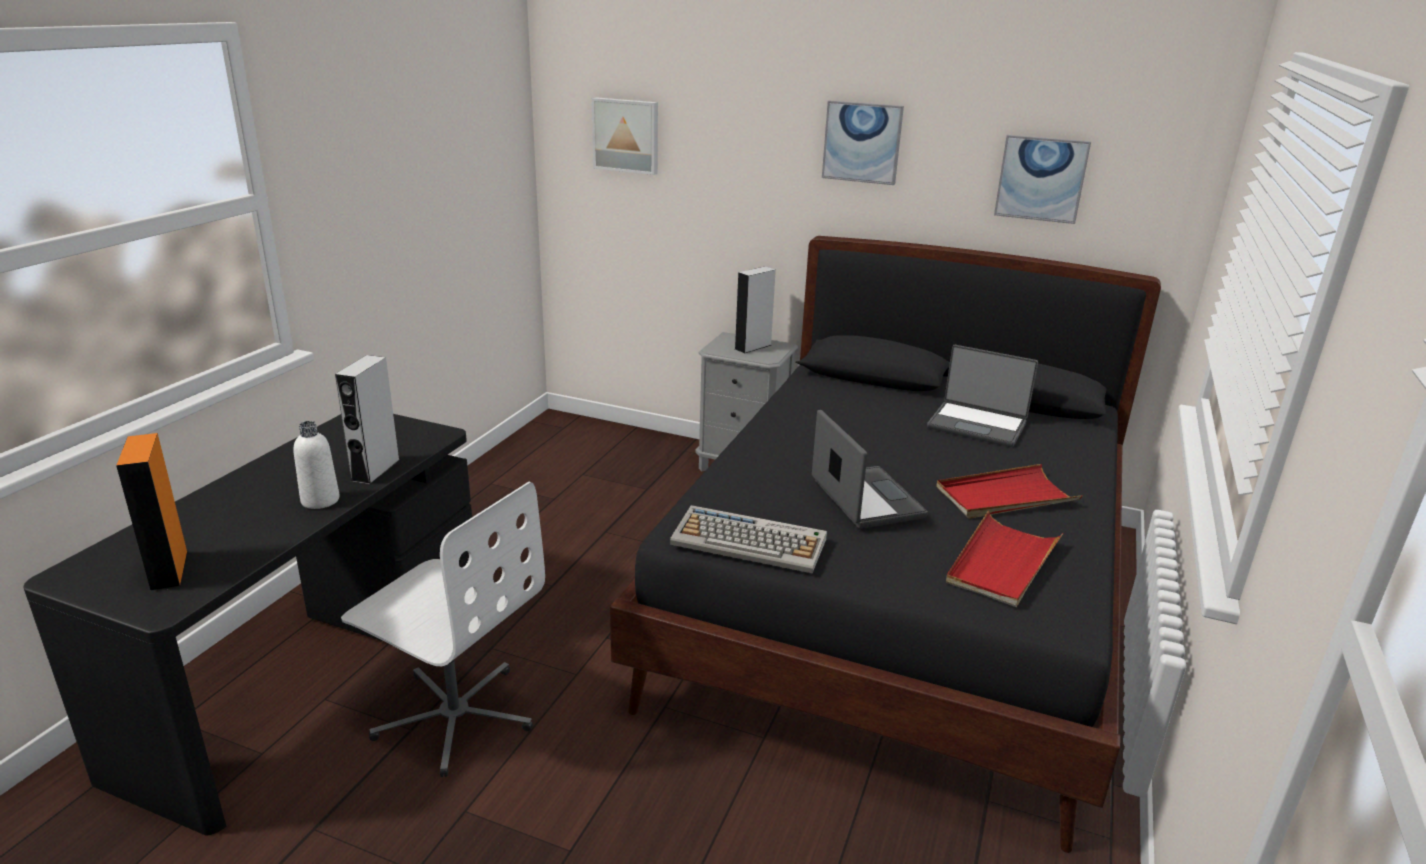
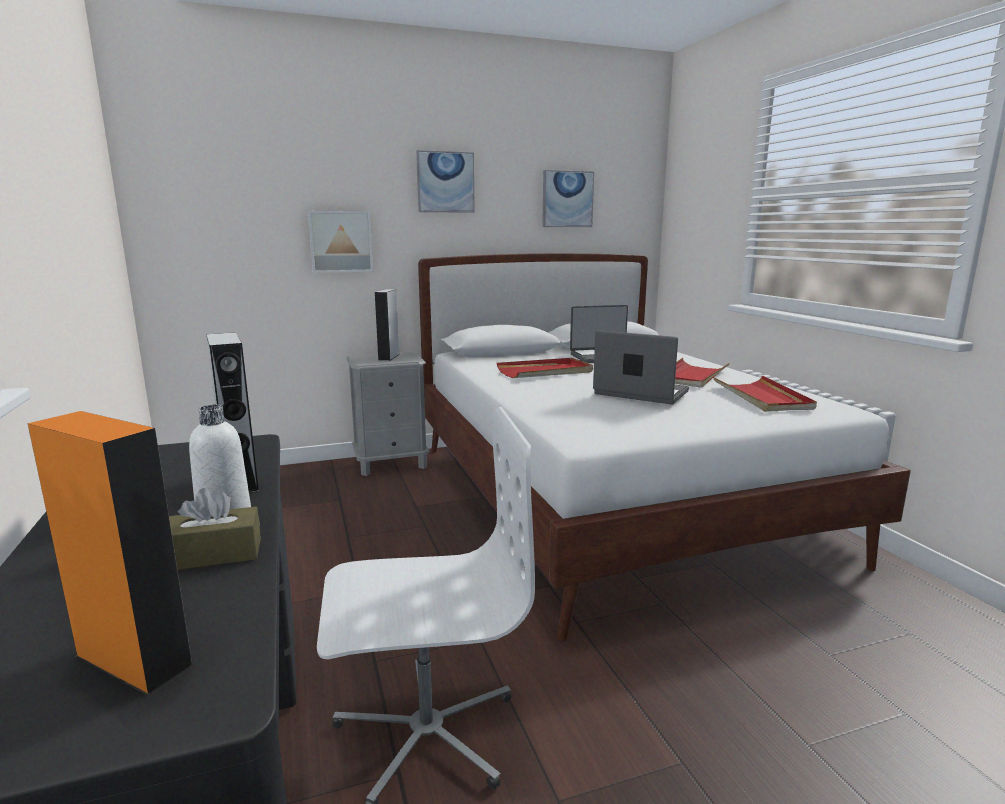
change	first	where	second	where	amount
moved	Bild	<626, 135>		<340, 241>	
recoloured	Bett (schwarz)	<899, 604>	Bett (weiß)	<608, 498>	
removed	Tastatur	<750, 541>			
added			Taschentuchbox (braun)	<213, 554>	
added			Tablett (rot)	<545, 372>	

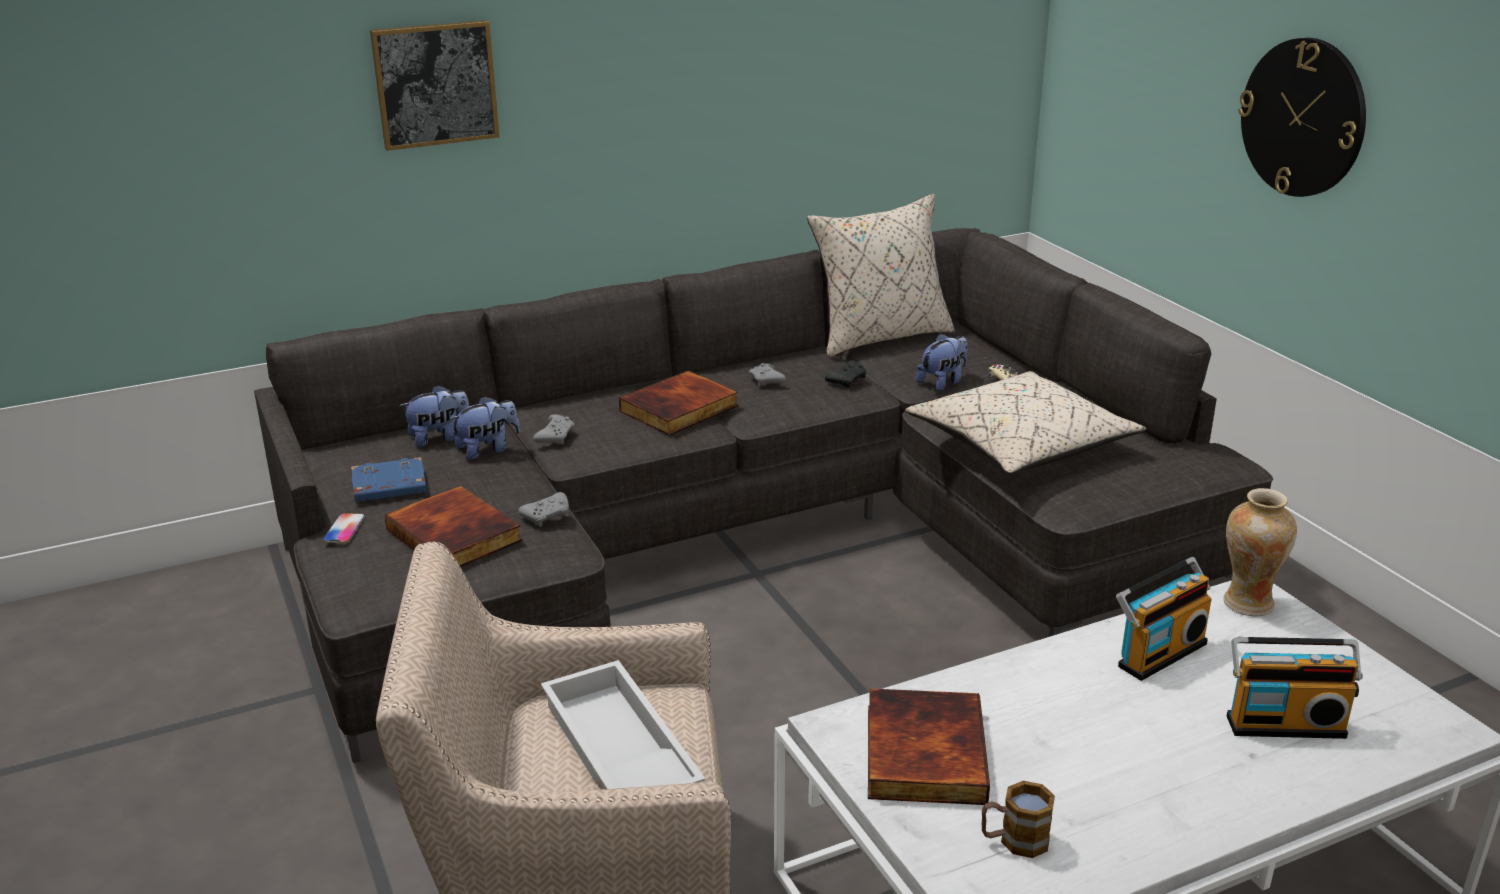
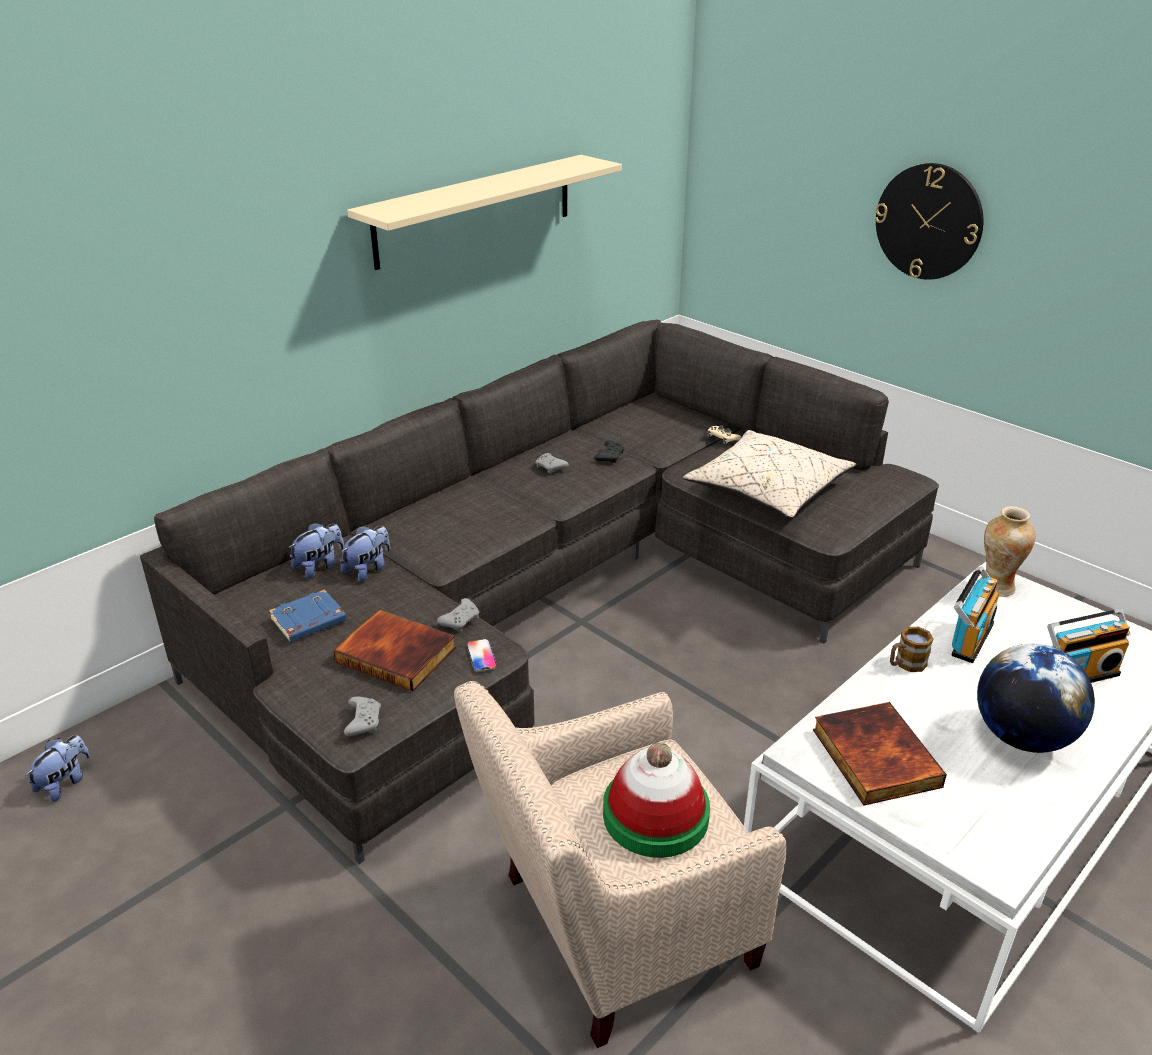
change	first	where	second	where	amount
moved	Handy	<344, 529>		<481, 656>	
removed	Bild	<435, 84>			
moved	Gamepad (grau)	<555, 436>		<363, 721>	
replaced	Tablett (weiß)	<616, 751>	Hut	<655, 815>	
removed	Buch	<680, 409>			
removed	Kissen (beige)	<879, 336>			
moved	Plüschtier	<943, 382>		<65, 783>	
moved	Henkelbecher	<1014, 841>		<905, 664>	
added			Wandregal (beige)	<475, 210>	
added			Globus	<1022, 737>	

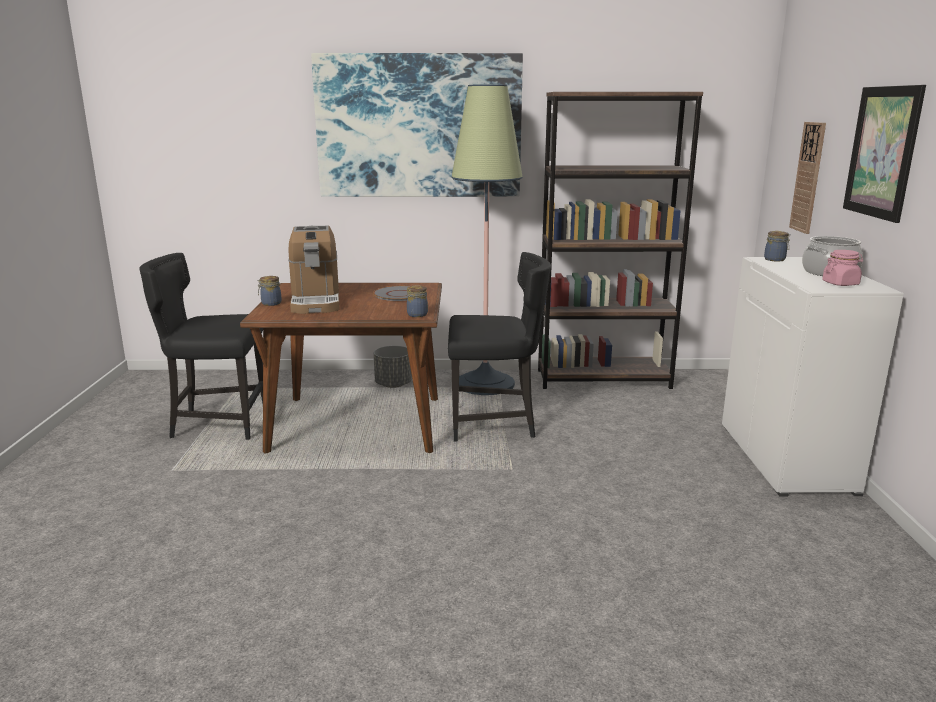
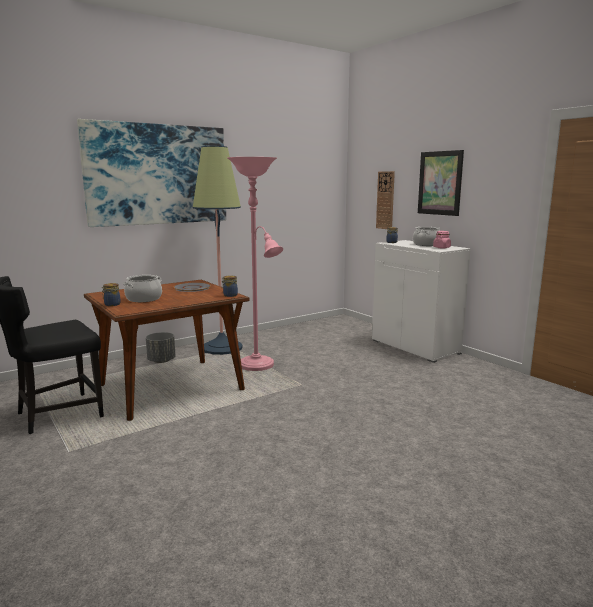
change	first	where	second	where	amount
replaced	Kaffeemaschine	<316, 301>	Kochtopf	<144, 299>	
replaced	Stuhl (schwarz)	<494, 424>	Stehlampe (rosa)	<259, 366>	
removed	Bücherregal (braun)	<603, 379>			

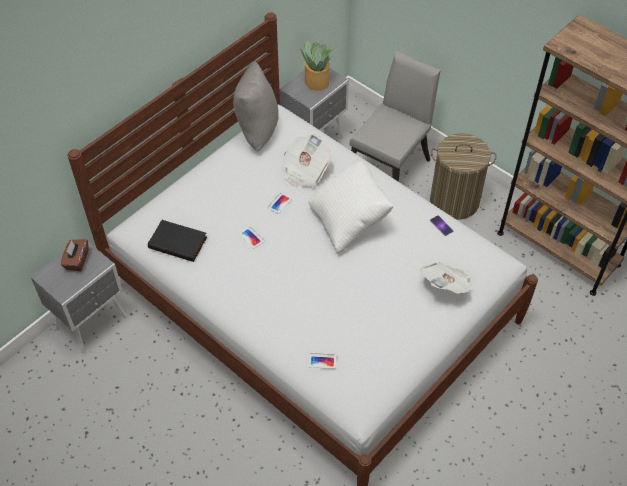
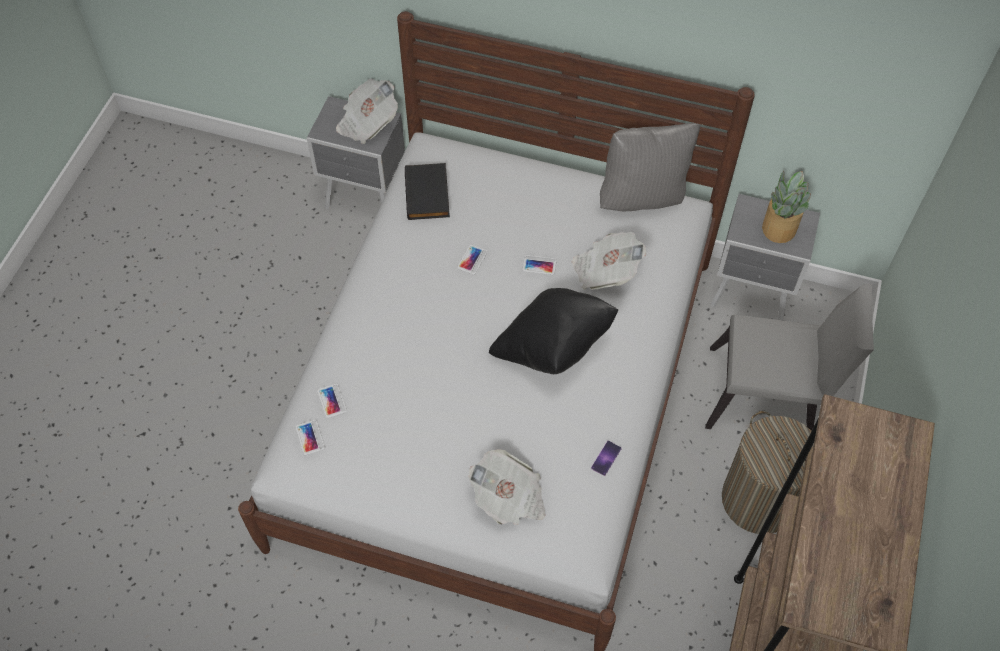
change	first	where	second	where	amount
replaced	Taschentuchbox (braun)	<76, 260>	Zeitung	<367, 123>	
recoloured	Kissen (weiß)	<349, 221>	Kissen (schwarz)	<552, 349>	
added			Handy	<310, 437>	

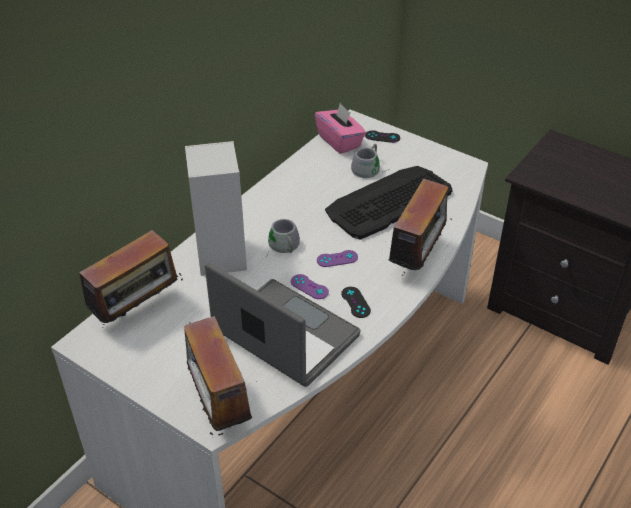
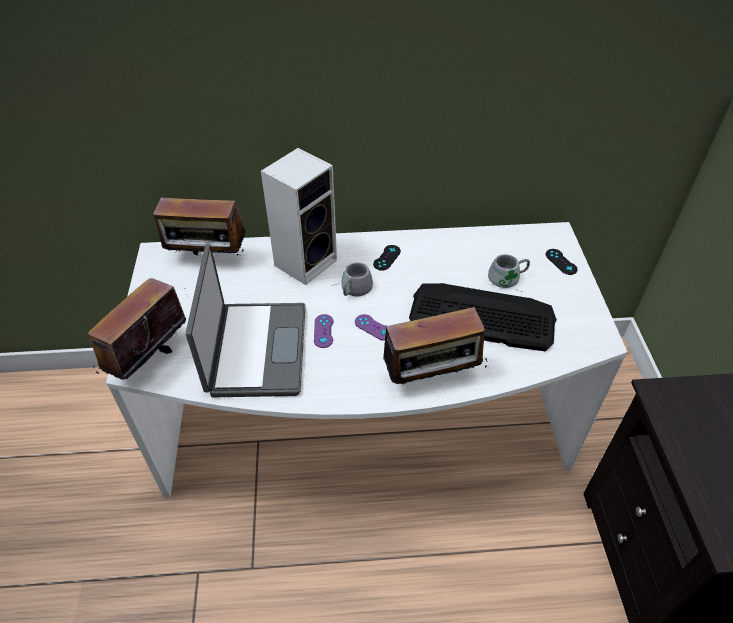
change	first	where	second	where	amount
removed	Taschentuchbox (rosa)	<340, 141>			
moved	Gamepad (schwarz)	<355, 302>		<387, 258>	

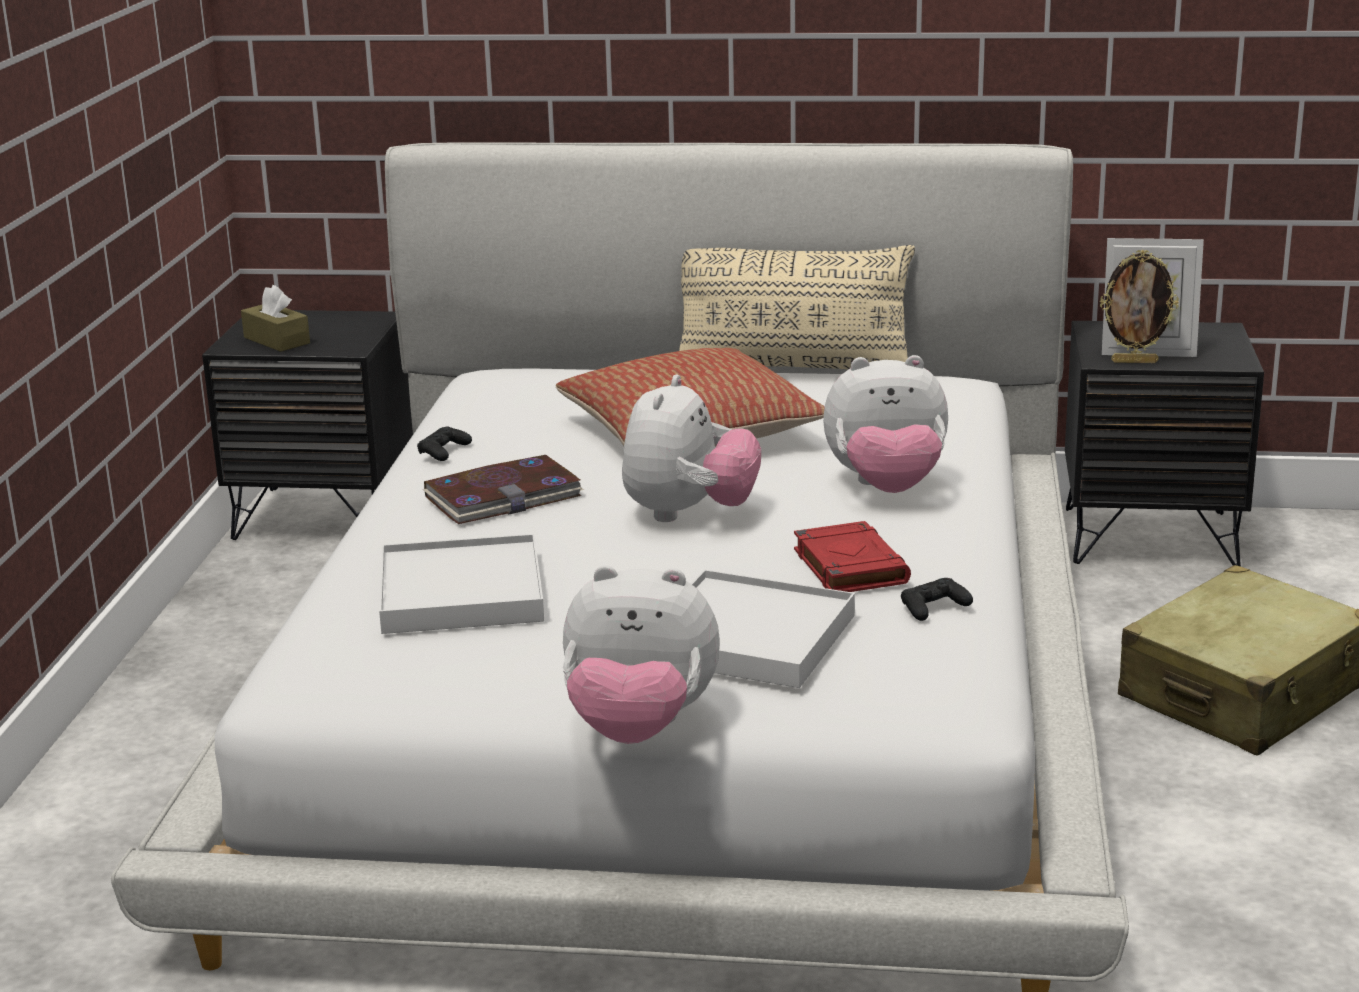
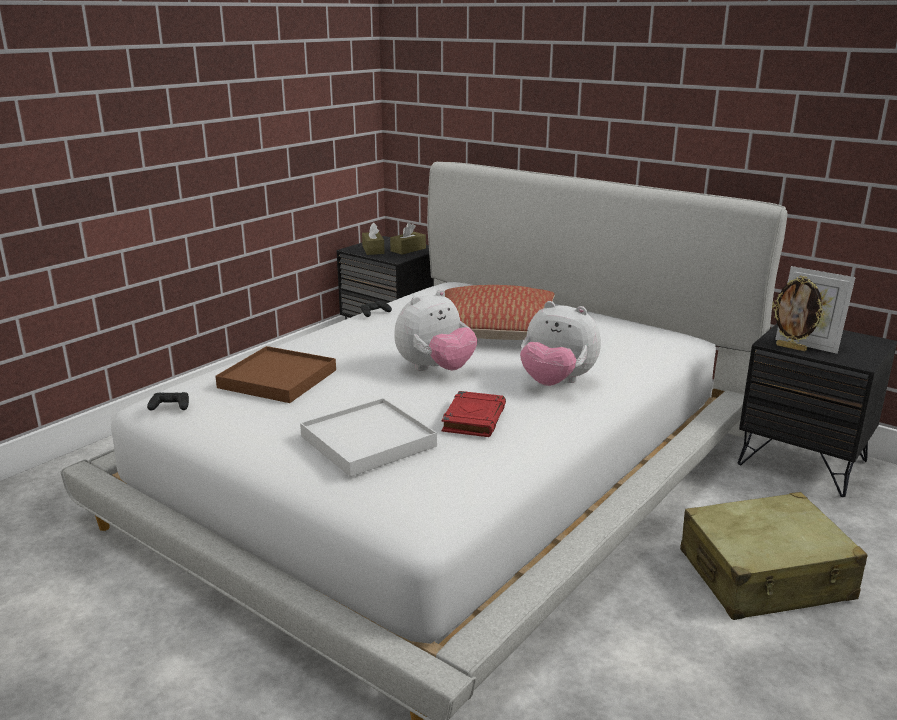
change	first	where	second	where	amount
recoloured	Tablett (weiß)	<461, 593>	Tablett (braun)	<277, 379>	
removed	Buch	<503, 496>			
removed	Plüschtier	<639, 729>			
removed	Kissen (beige)	<793, 371>			
moved	Gamepad (schwarz)	<933, 607>		<170, 406>	
added			Taschentuchbox (braun)	<408, 250>	

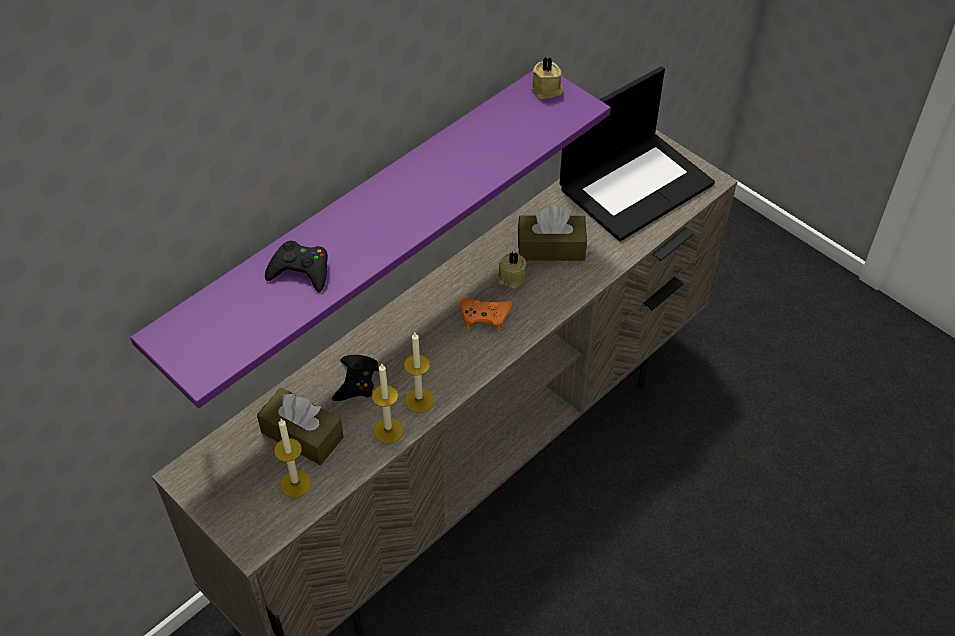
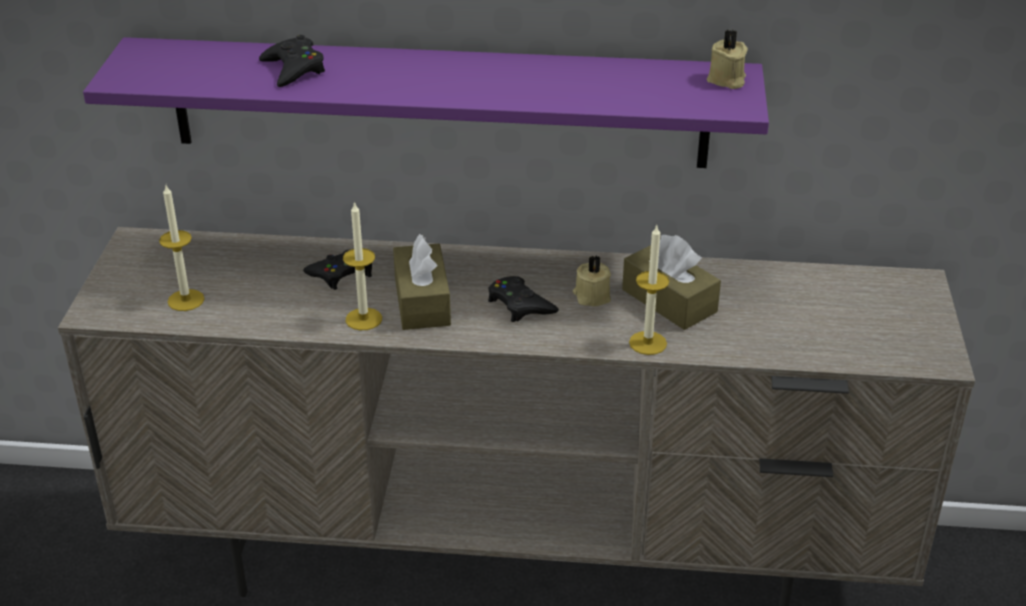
change	first	where	second	where	amount
moved	Taschentuchbox (braun)	<302, 435>		<422, 301>	
moved	Kerze	<388, 430>		<648, 343>	
recoloured	Gamepad (orange)	<484, 316>	Gamepad (schwarz)	<520, 305>	
removed	Laptop	<636, 184>			

